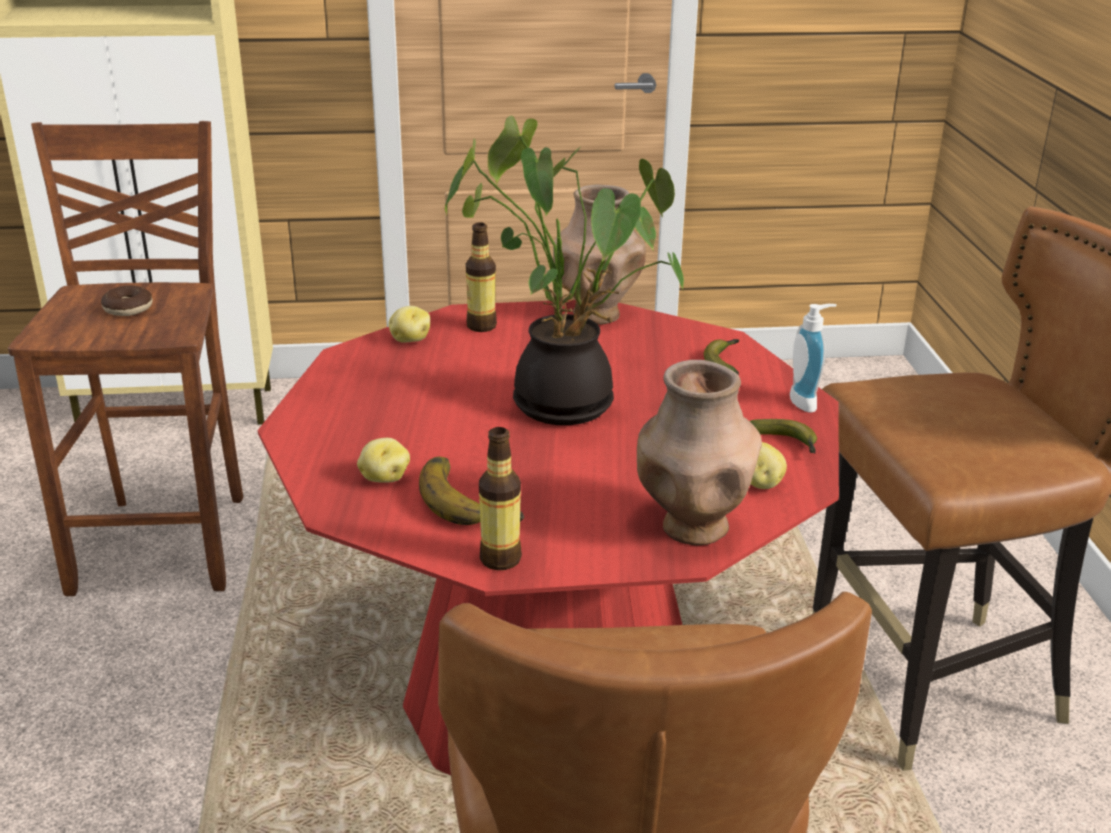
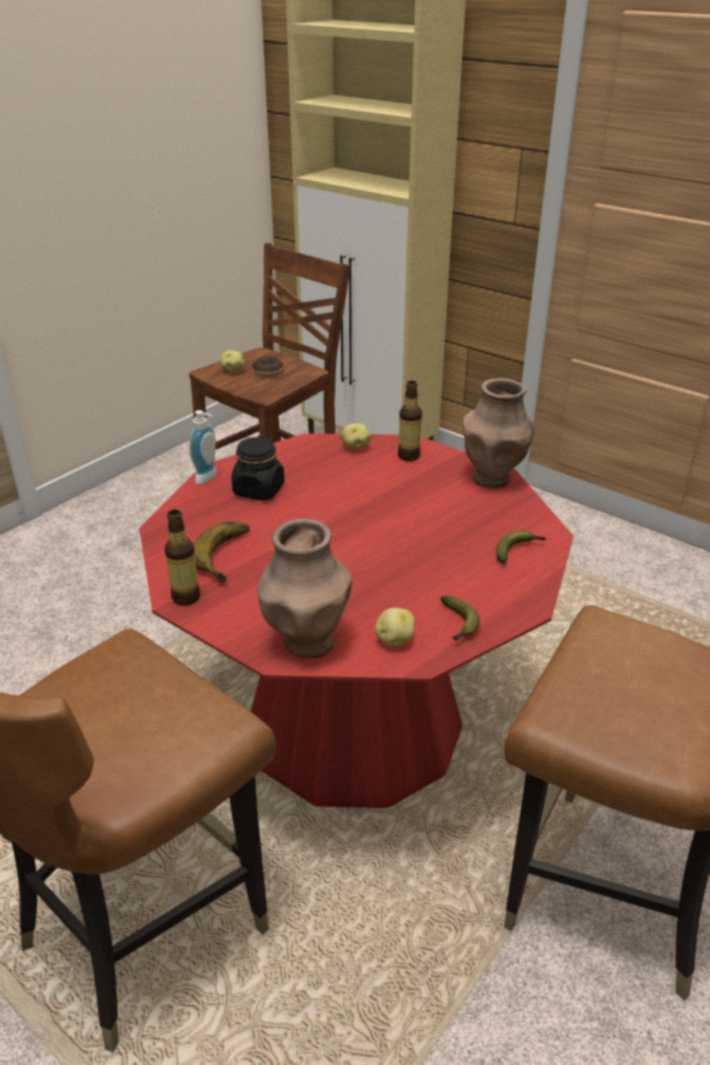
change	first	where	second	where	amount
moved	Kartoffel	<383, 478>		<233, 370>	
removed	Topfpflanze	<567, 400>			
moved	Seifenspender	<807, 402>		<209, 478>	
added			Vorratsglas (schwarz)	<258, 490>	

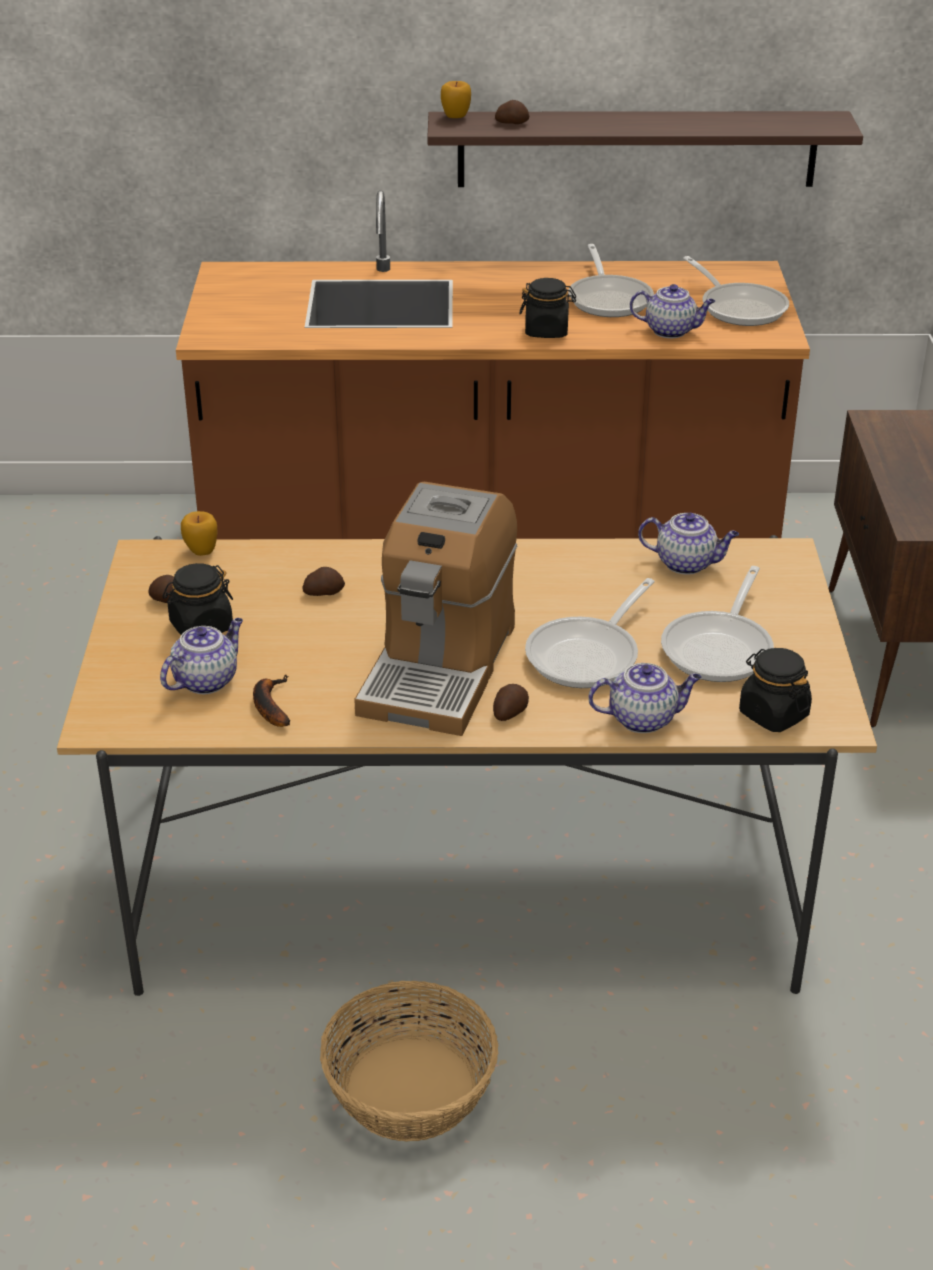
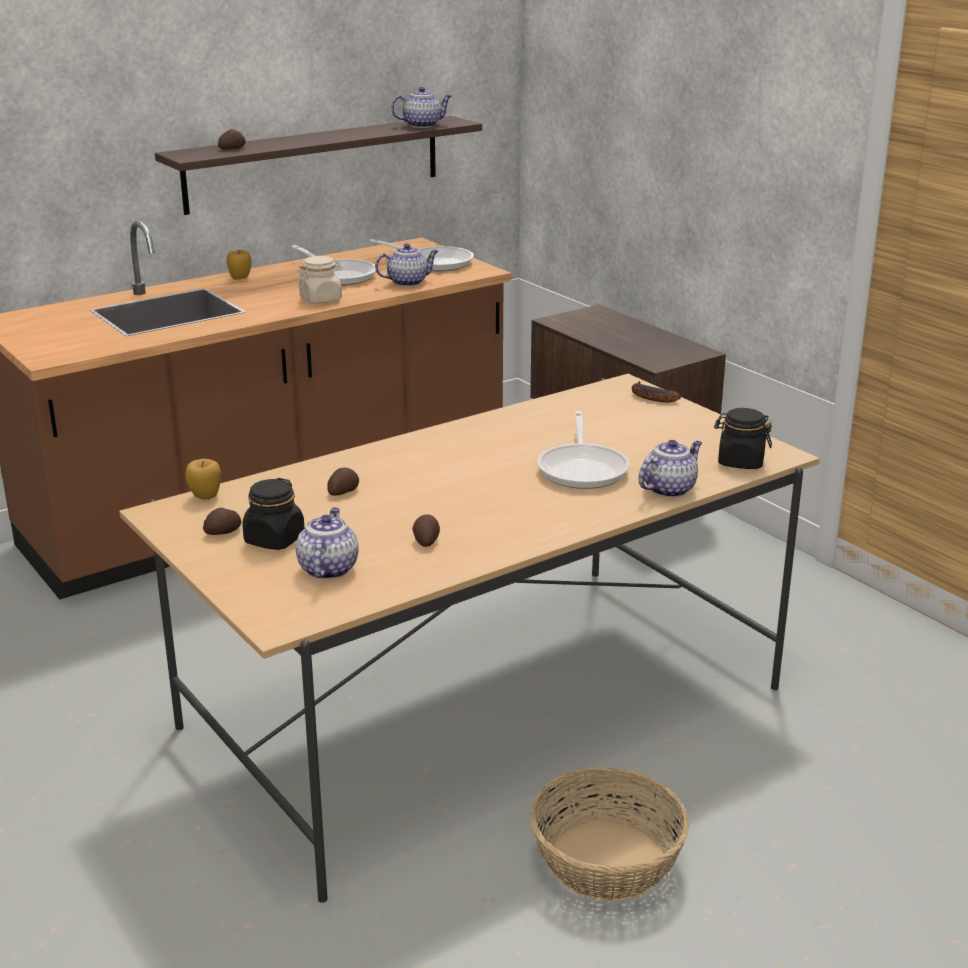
change	first	where	second	where	amount
moved	Banane	<269, 705>		<649, 397>	
removed	Kaffeemaschine	<439, 667>			
moved	Apfel	<455, 117>		<240, 278>	
moved	Kartoffel	<509, 712>		<426, 540>	
recoloured	Vorratsglas (schwarz)	<547, 331>	Vorratsglas (beige)	<321, 299>	
moved	Teekanne	<687, 563>		<422, 125>	
removed	Pfanne	<721, 648>			

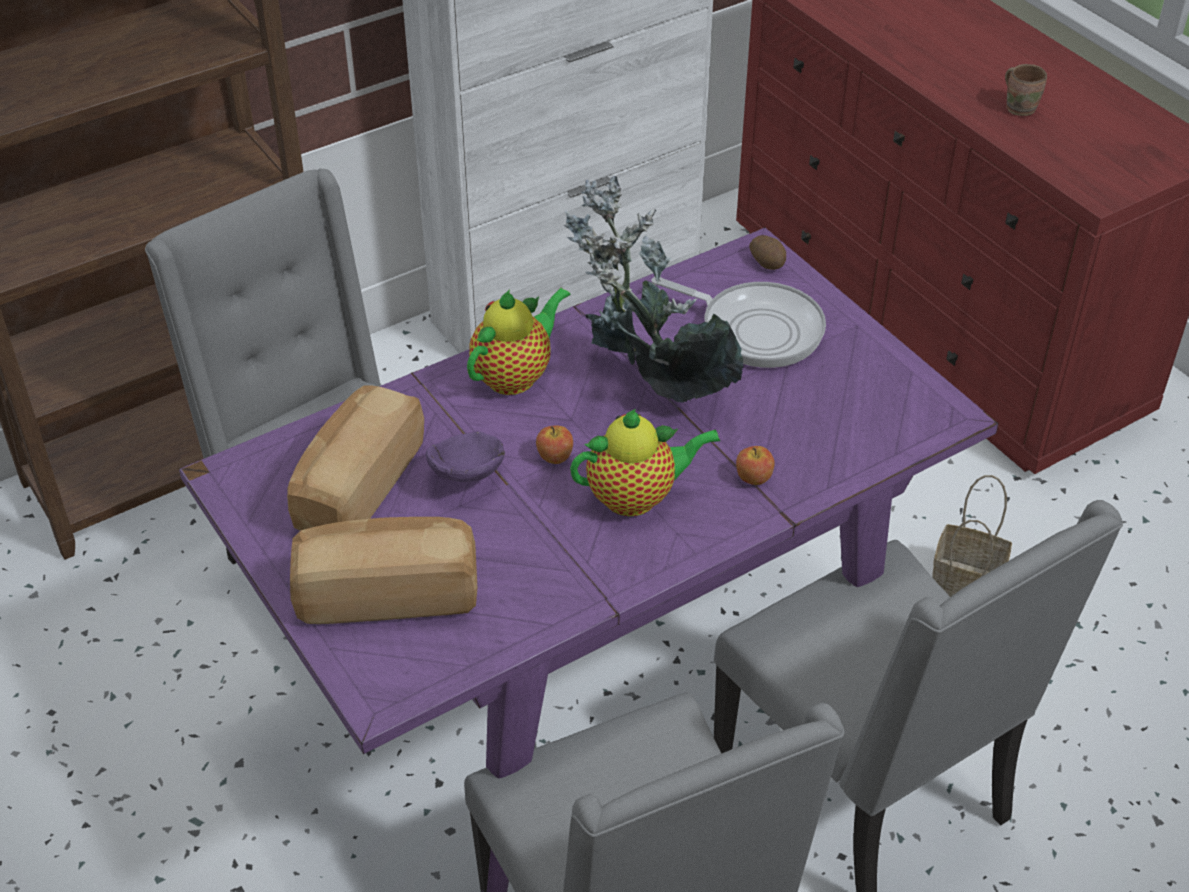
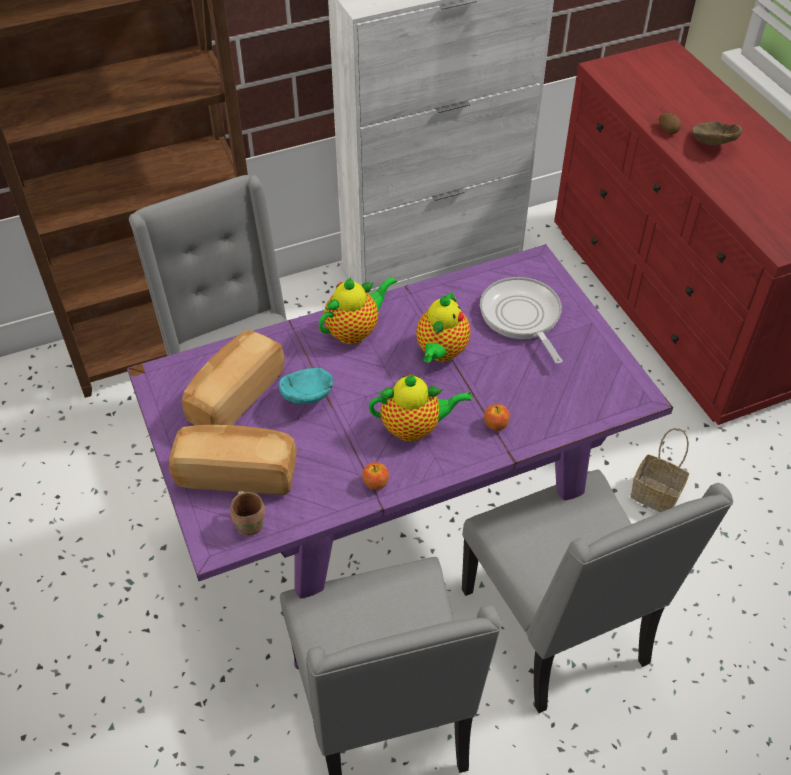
change	first	where	second	where	amount
recoloured	Schüssel (lila)	<469, 472>	Schüssel (türkis)	<309, 395>	
moved	Apfel	<554, 457>		<375, 483>	
replaced	Topfpflanze	<649, 390>	Teekanne	<441, 352>	
turned	Pfanne	<755, 329>		<522, 317>	150 degrees counterclockwise
moved	Kartoffel	<768, 262>		<668, 129>	
moved	Henkelbecher (braun)	<1020, 107>		<251, 523>	
added			Schüssel (braun)	<712, 142>	

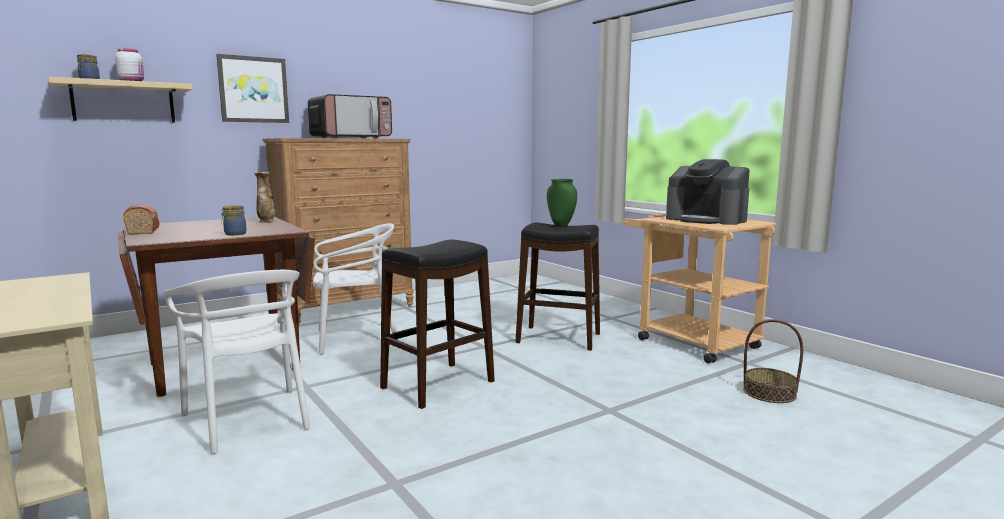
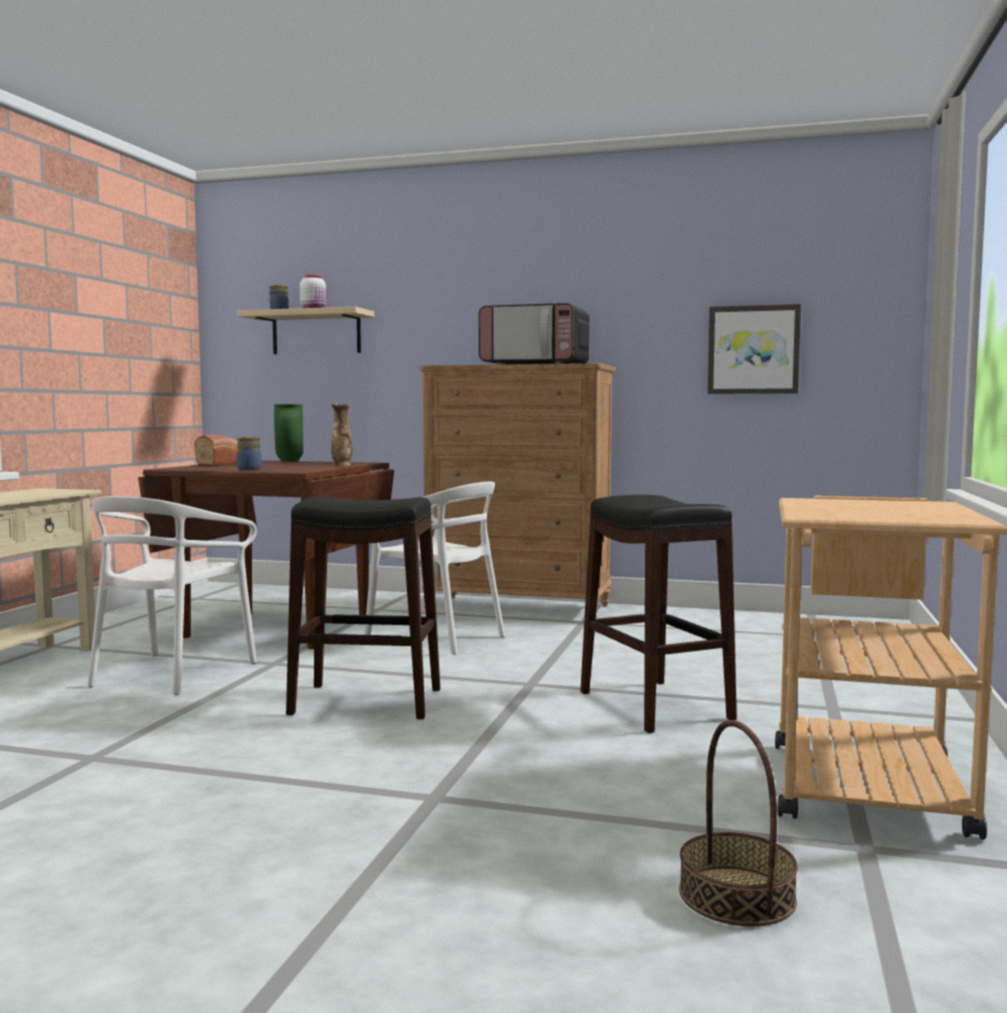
change	first	where	second	where	amount
moved	Bild	<253, 89>		<753, 350>	
moved	Vase (grün)	<560, 226>		<288, 461>	
removed	Kaffeemaschine	<706, 220>			

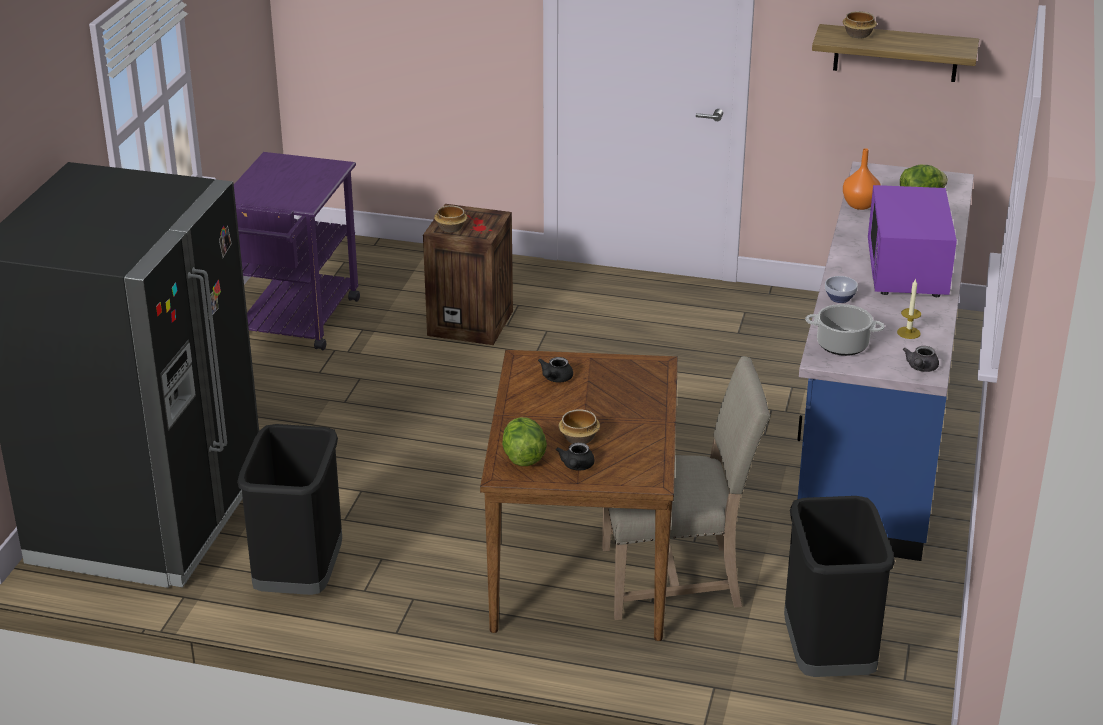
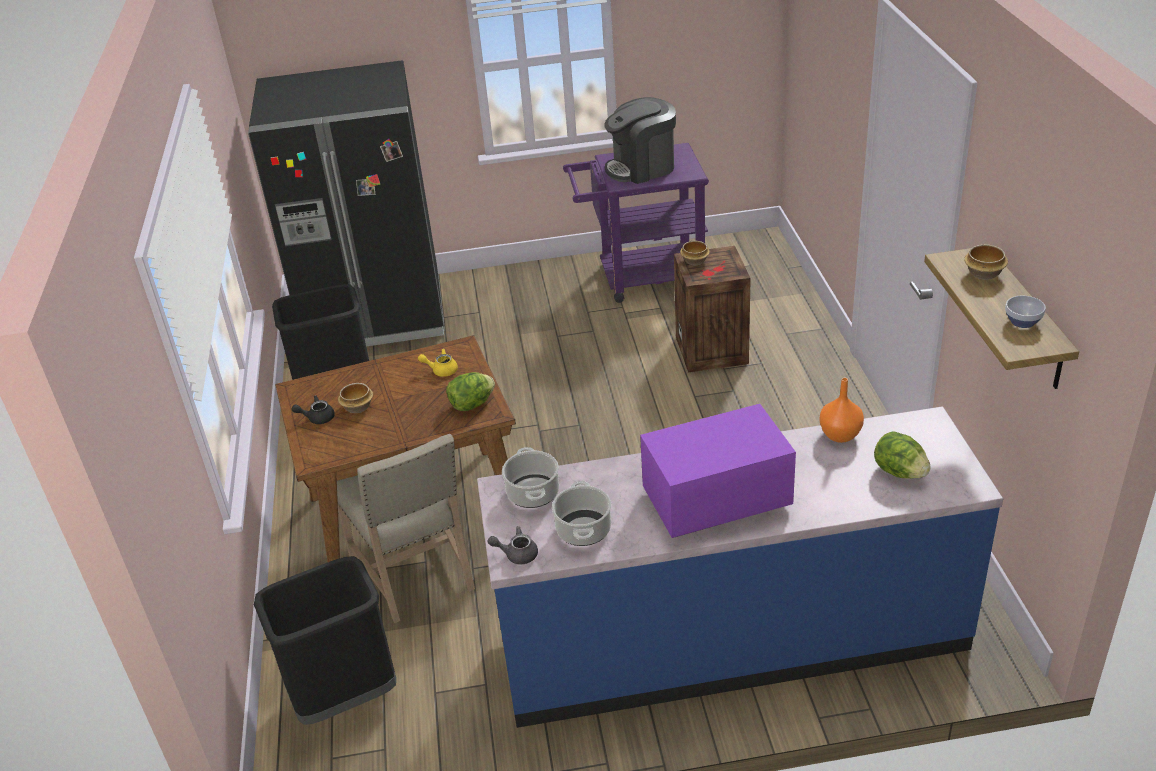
change	first	where	second	where	amount
moved	Salatkopf	<523, 457>		<472, 404>	
recoloured	Teekanne (schwarz)	<555, 379>	Teekanne (gelb)	<441, 370>	
moved	Schüssel	<839, 298>		<1021, 321>	
replaced	Kerze	<908, 332>	Kochtopf	<584, 530>	
added			Kaffeemaschine	<642, 168>	

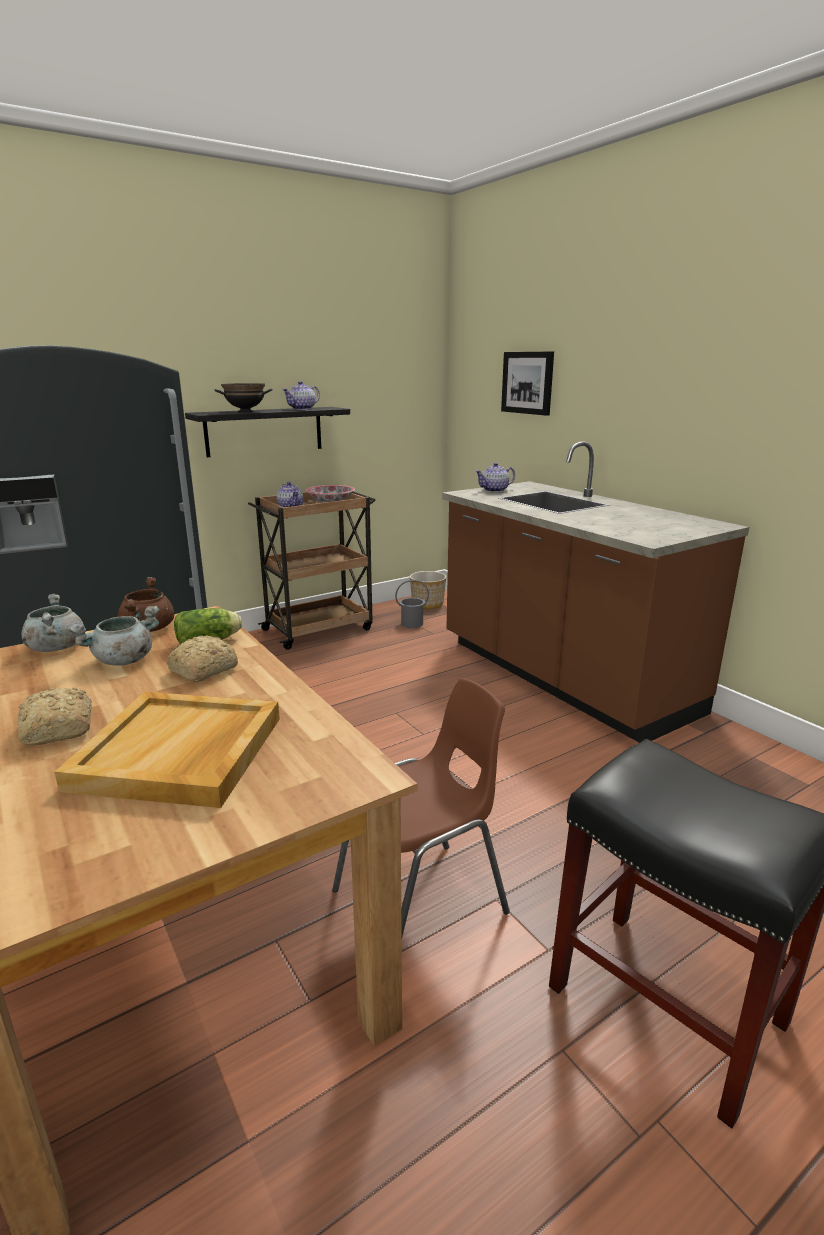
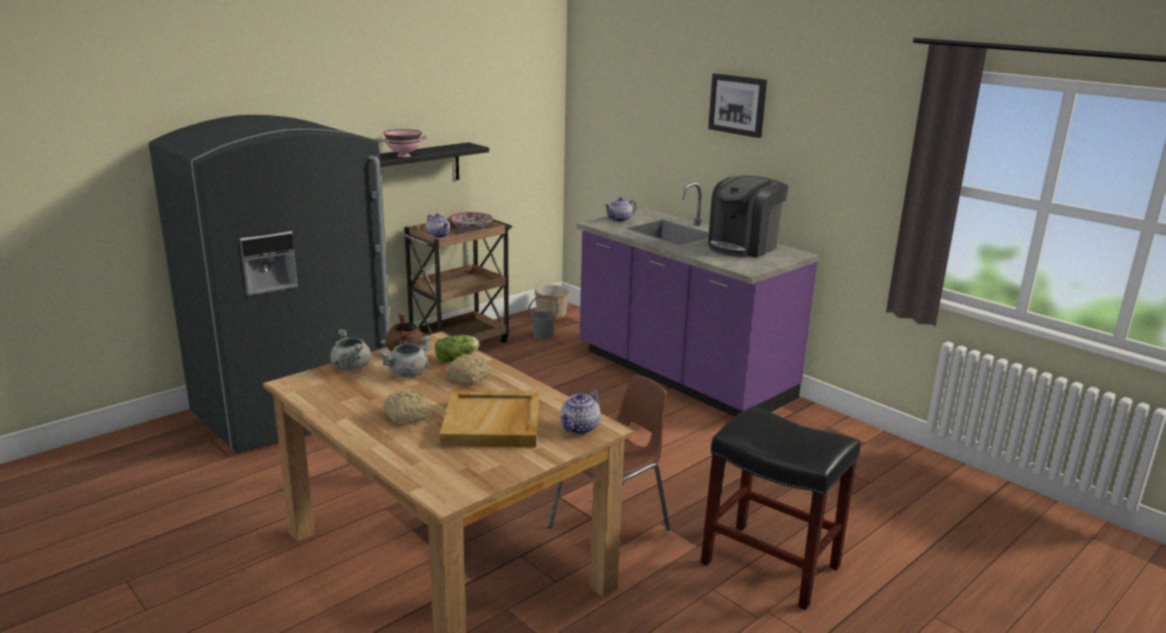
change	first	where	second	where	amount
recoloured	Schüssel (schwarz)	<245, 412>	Schüssel (rosa)	<403, 156>	
moved	Teekanne	<302, 409>		<580, 428>	
recoloured	Küchenzeile (braun)	<562, 677>	Küchenzeile (lila)	<682, 375>	
moved	Bild	<528, 382>		<738, 105>	
added			Kaffeemaschine	<743, 246>	

